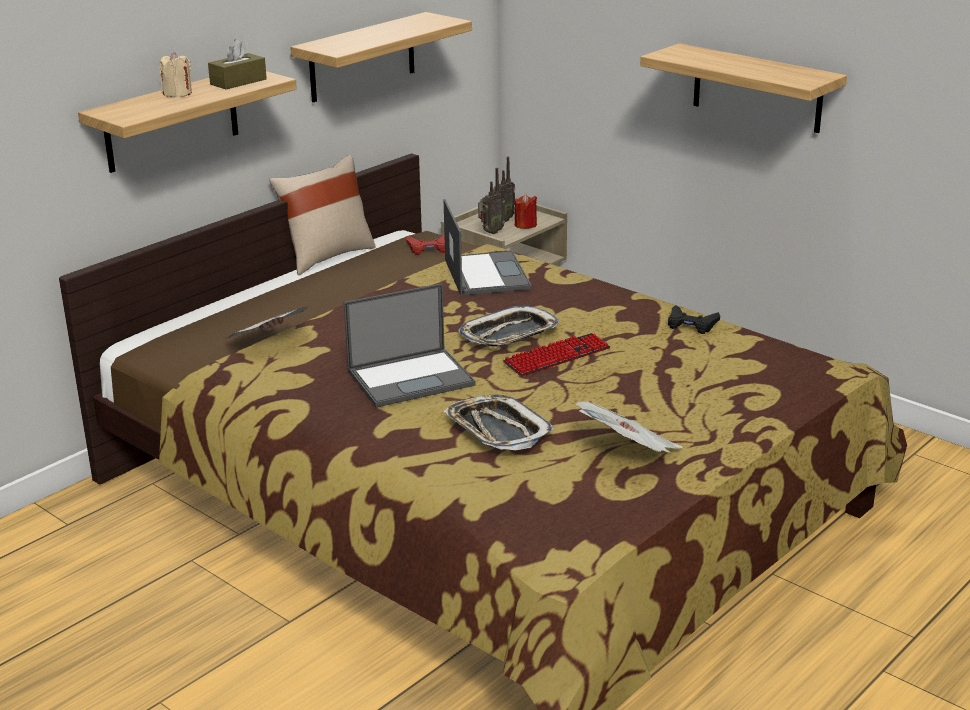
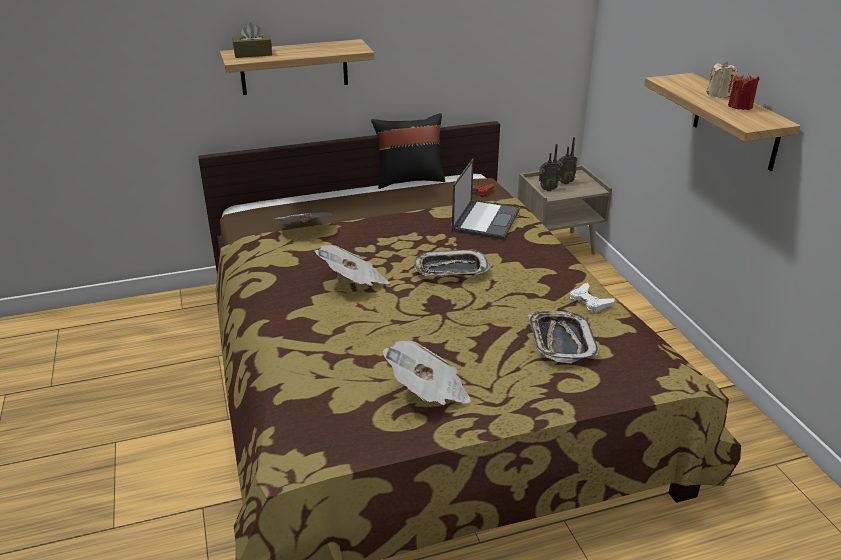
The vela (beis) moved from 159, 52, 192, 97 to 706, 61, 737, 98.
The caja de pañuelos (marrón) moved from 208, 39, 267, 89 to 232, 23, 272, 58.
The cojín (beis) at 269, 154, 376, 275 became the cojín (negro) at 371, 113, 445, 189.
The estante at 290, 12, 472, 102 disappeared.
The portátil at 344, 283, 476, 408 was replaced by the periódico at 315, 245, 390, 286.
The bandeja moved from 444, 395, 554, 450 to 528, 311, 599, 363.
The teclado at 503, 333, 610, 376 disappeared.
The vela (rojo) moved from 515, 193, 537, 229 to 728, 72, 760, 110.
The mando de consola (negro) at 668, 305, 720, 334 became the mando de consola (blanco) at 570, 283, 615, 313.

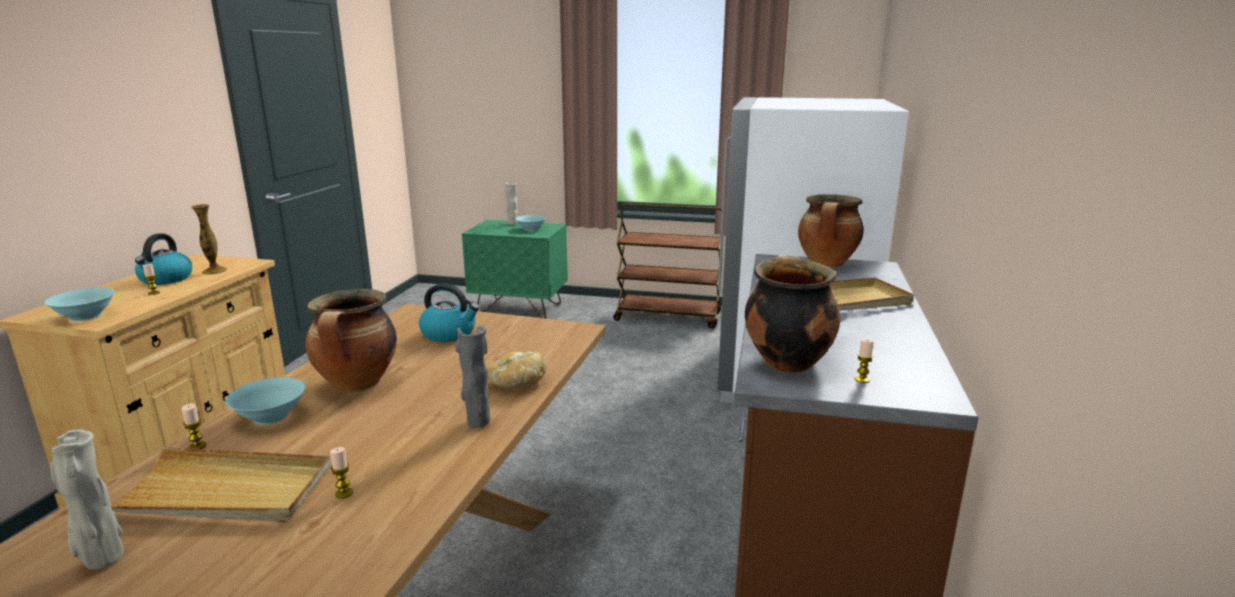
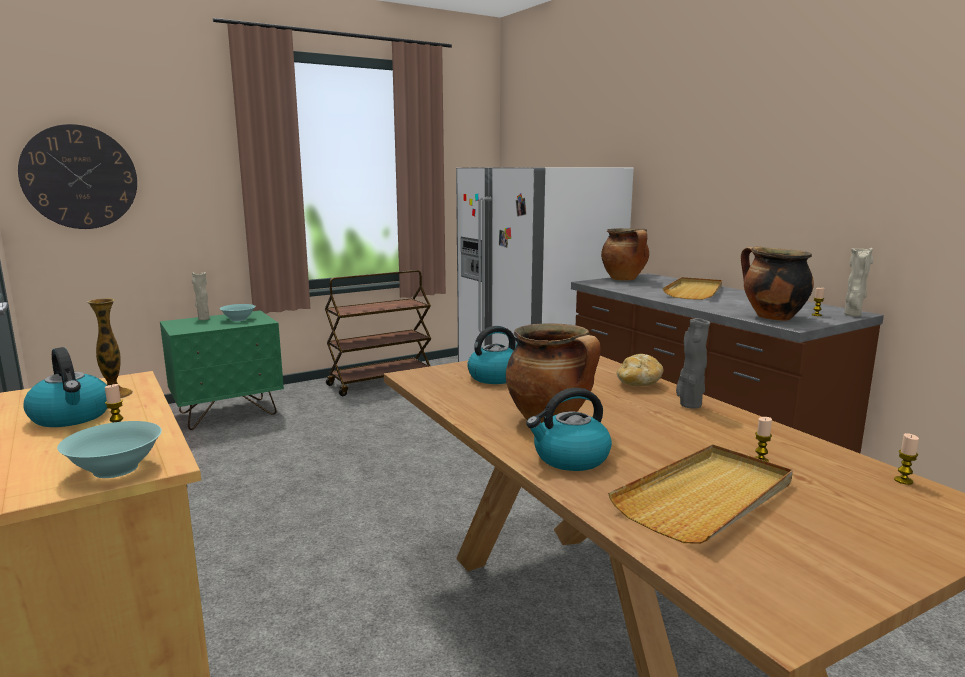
The florero (beis) moved from 50, 429, 124, 570 to 844, 248, 873, 317.
The vela moved from 181, 403, 206, 449 to 894, 433, 919, 485.
The cuenco (turquesa) at 226, 377, 306, 425 was replaced by the hervidor at 526, 388, 612, 471.
The reloj de pared at 18, 124, 137, 229 appeared.

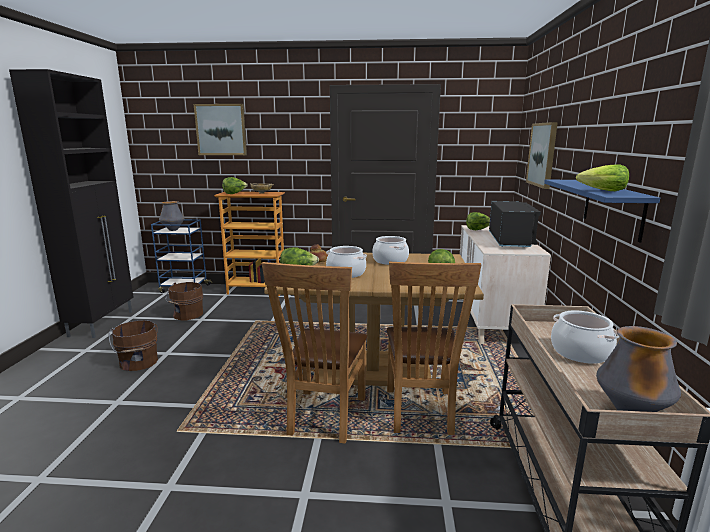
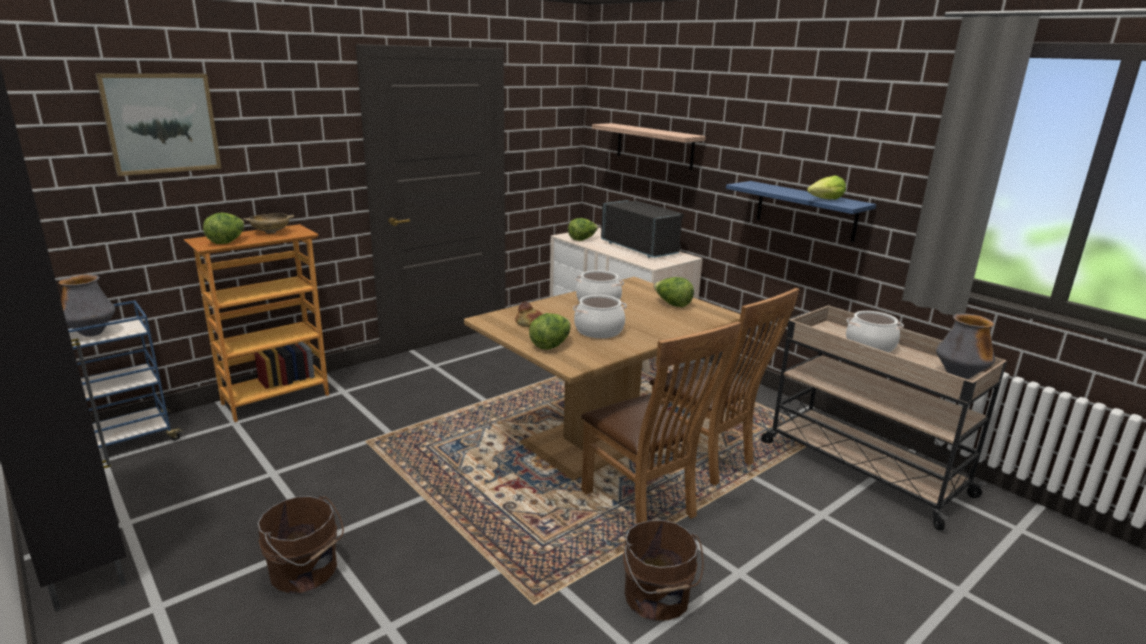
The cubo (marrón) moved from 166, 282, 203, 320 to 623, 520, 704, 621.
The cuadro at 526, 122, 558, 189 was replaced by the estante at 592, 123, 706, 170.

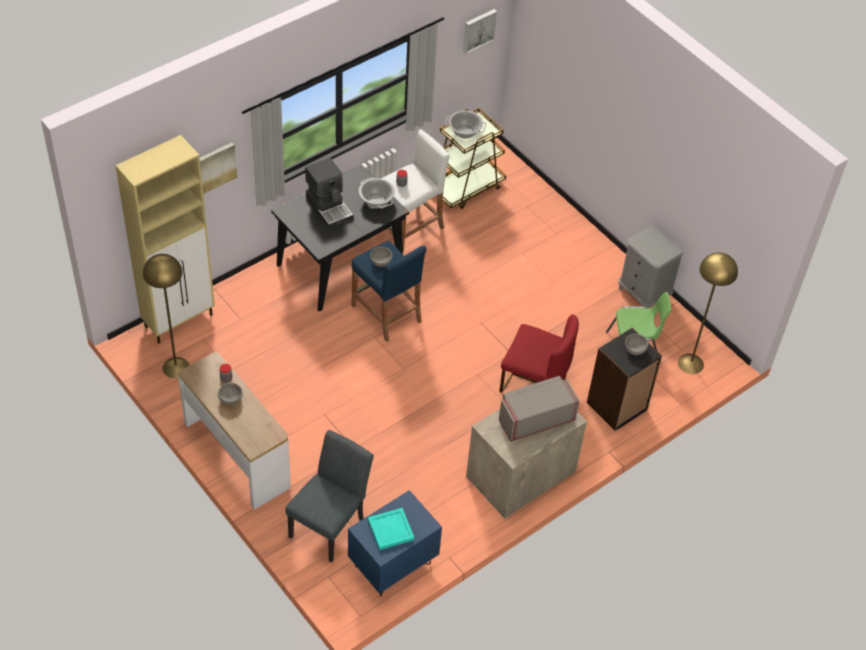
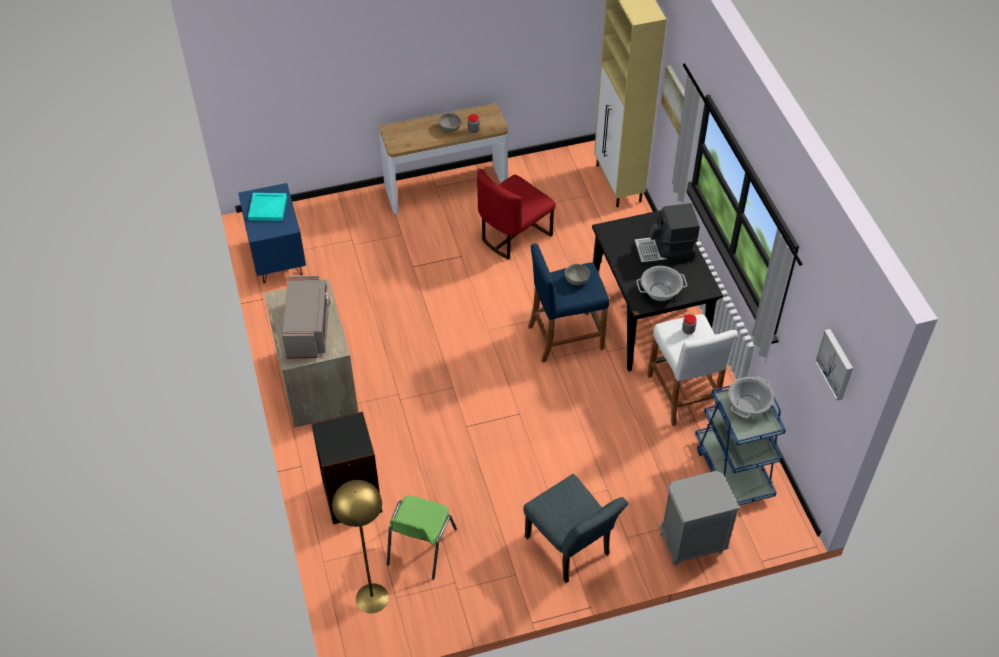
The lámpara de pie (amarillo) at 143, 254, 189, 378 disappeared.
The silla (gris) moved from 285, 430, 373, 563 to 524, 474, 628, 583.
The carrito (marrón) at 440, 108, 506, 209 became the carrito (azul) at 695, 386, 786, 506.
The silla (rojo) moved from 499, 314, 579, 393 to 477, 169, 556, 260.
The mesita de noche (gris) moved from 618, 225, 684, 308 to 659, 471, 740, 566.
The cuenco (gris) at 625, 334, 648, 355 disappeared.

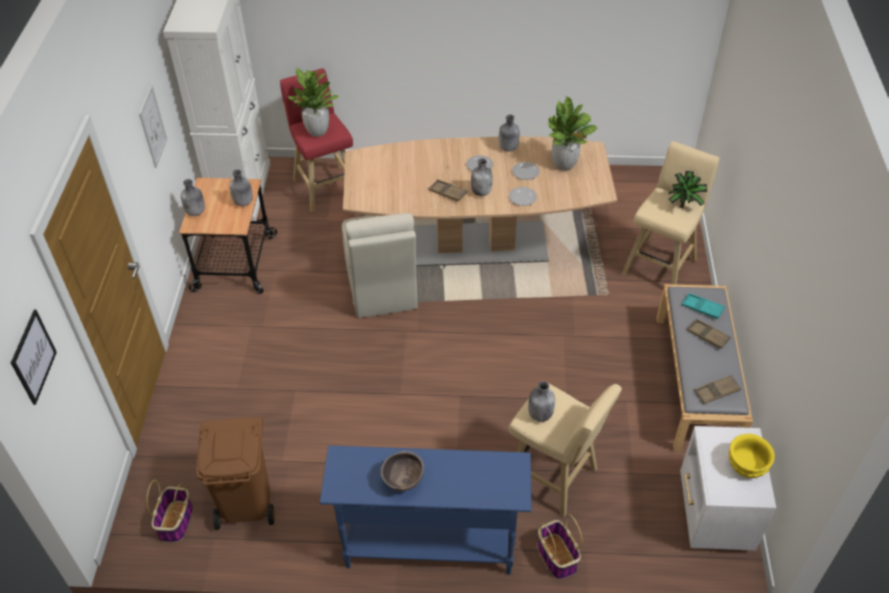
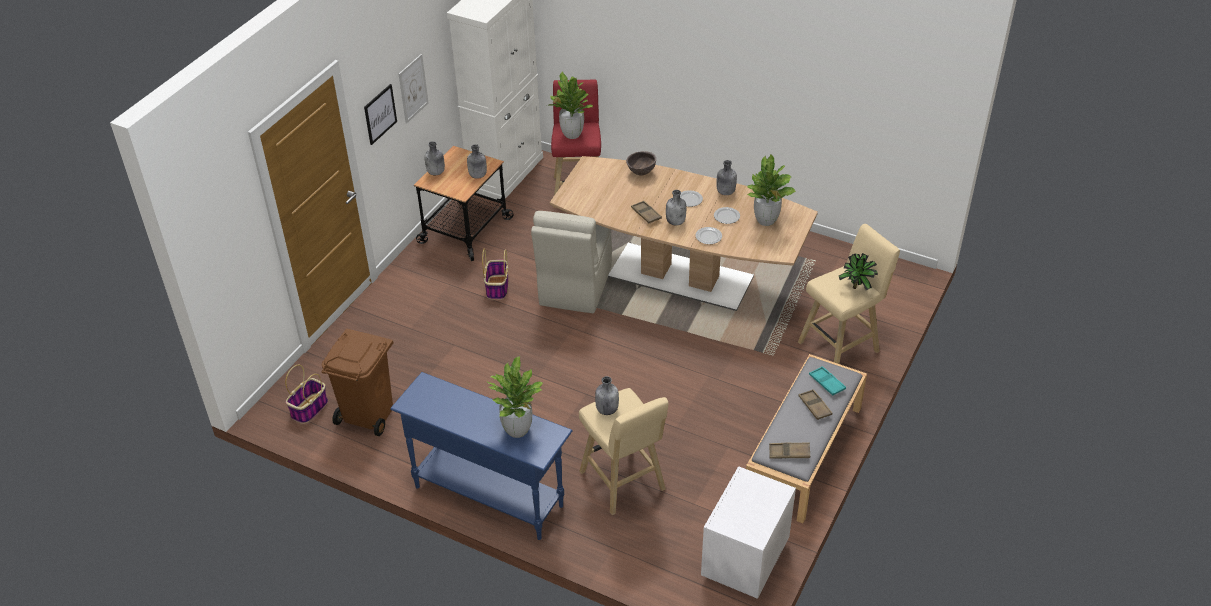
The cuadro moved from 11, 309, 57, 405 to 364, 84, 397, 145.
The cuenco (marrón) moved from 381, 451, 424, 491 to 626, 151, 656, 176.
The cesta moved from 538, 514, 583, 579 to 482, 249, 508, 300.
The cuenco (amarillo) at 728, 434, 775, 478 disappeared.
The planta en maceta at 488, 356, 544, 438 appeared.

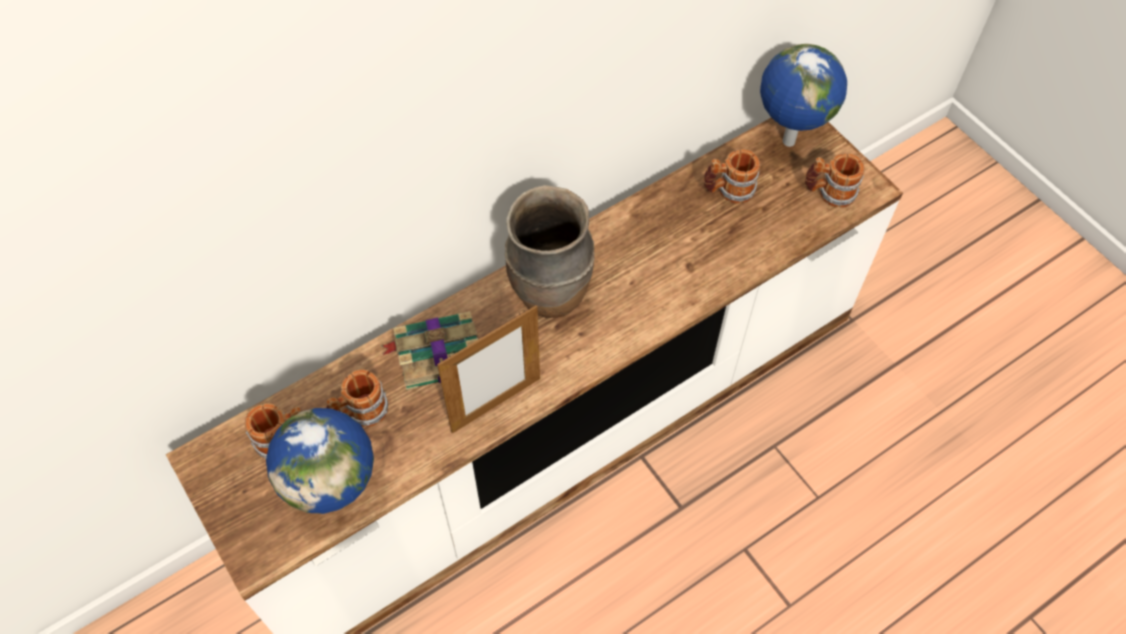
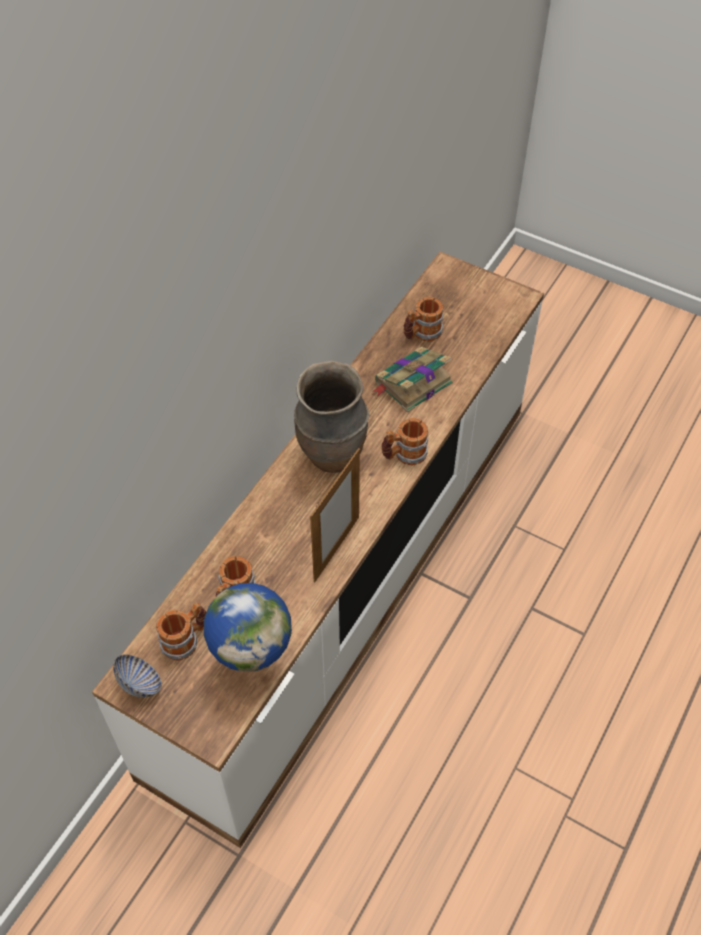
The libro moved from 382, 312, 478, 390 to 372, 347, 453, 412.
The globo terráqueo at 760, 44, 847, 147 disappeared.
The taza grande moved from 805, 153, 865, 208 to 381, 418, 428, 465.
The cuenco at 113, 654, 162, 698 appeared.

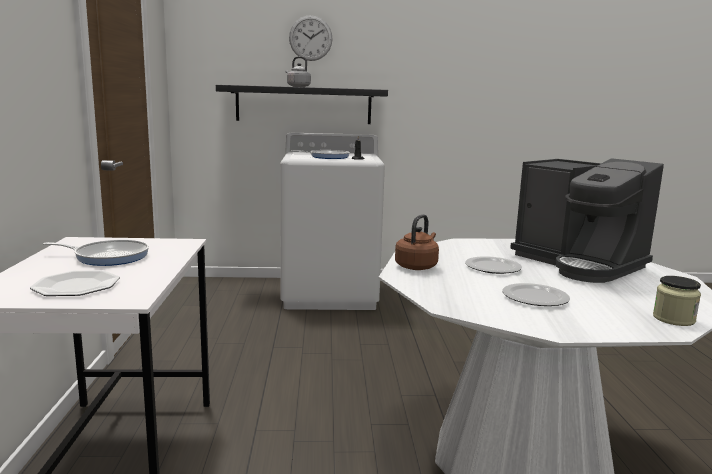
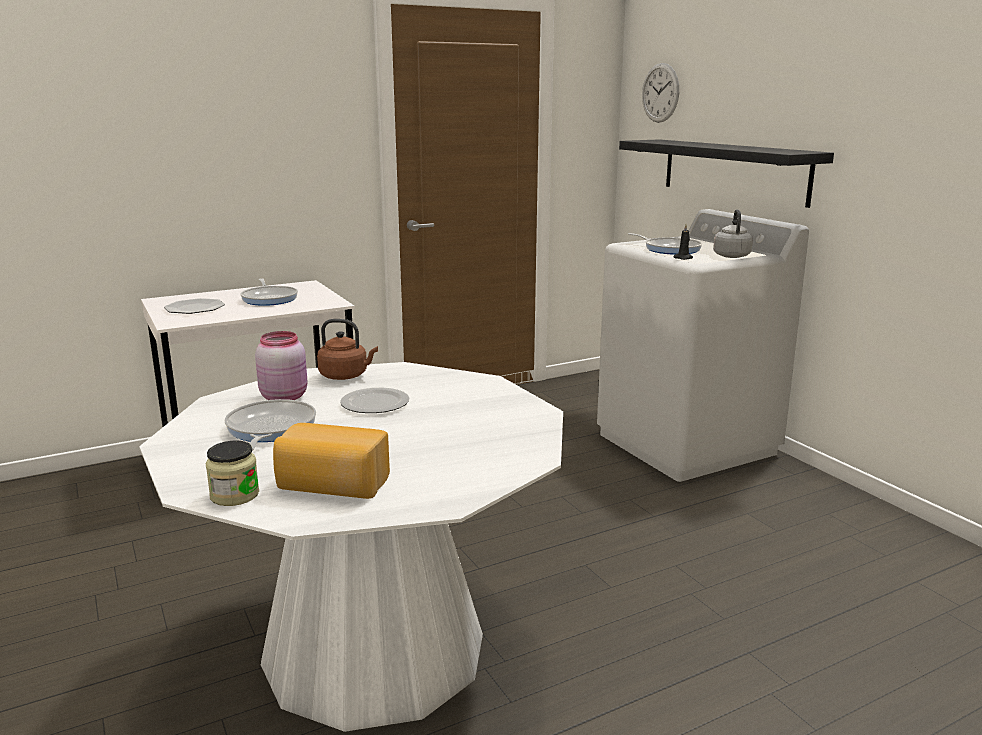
The hervidor (gris) moved from 285, 56, 311, 87 to 713, 209, 753, 258.
The reloj de pared moved from 289, 15, 332, 61 to 642, 63, 679, 123.
The plato at 502, 283, 570, 306 was replaced by the sartén at 225, 399, 316, 451.
The cafetera at 510, 158, 664, 283 disappeared.
The tarro (rosa) at 255, 331, 307, 400 appeared.
The pan at 273, 423, 390, 499 appeared.

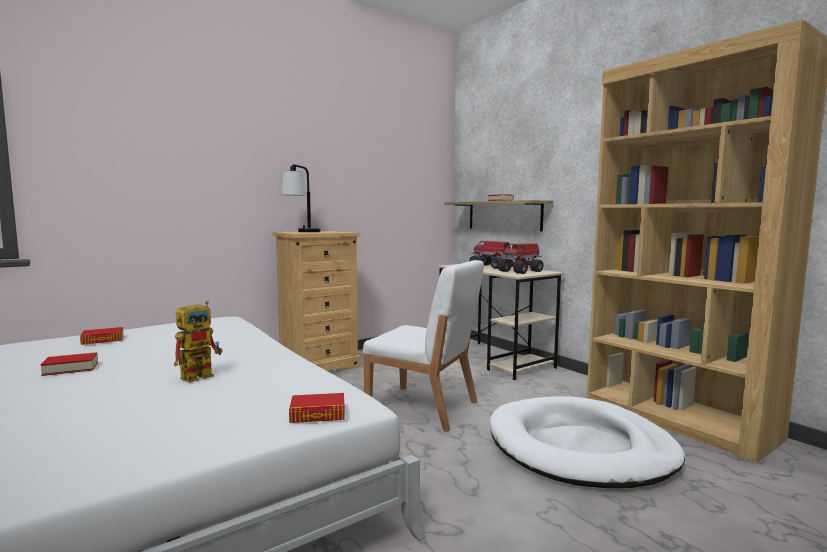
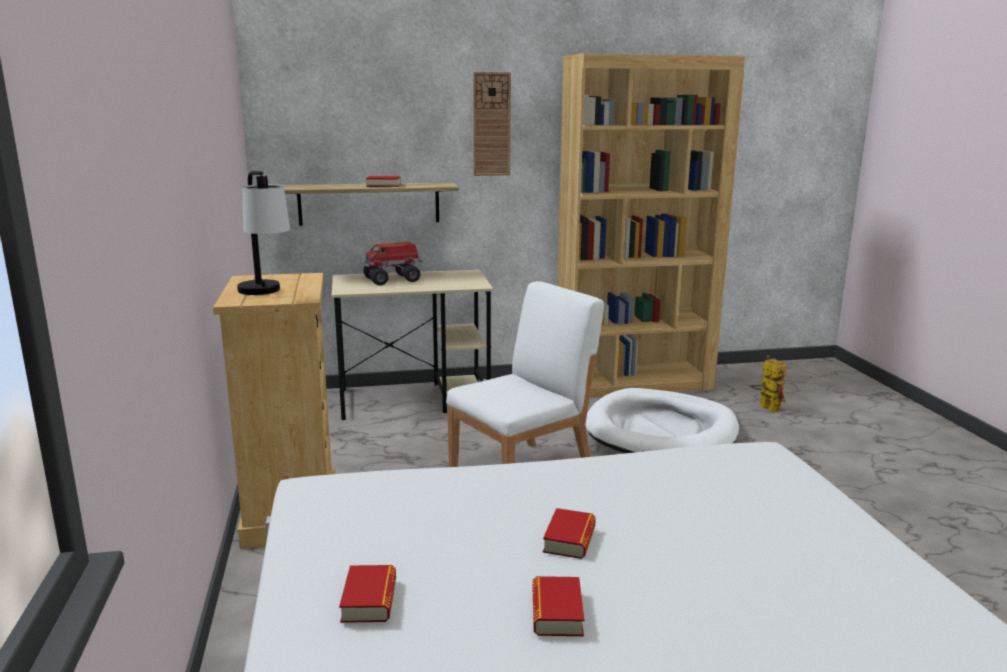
The robot de juguete moved from 174, 301, 223, 383 to 750, 356, 786, 413.
The libro moved from 289, 393, 345, 423 to 543, 508, 596, 559.
The camión de juguete at 498, 243, 544, 274 disappeared.
The reloj de pared at 473, 72, 511, 176 appeared.

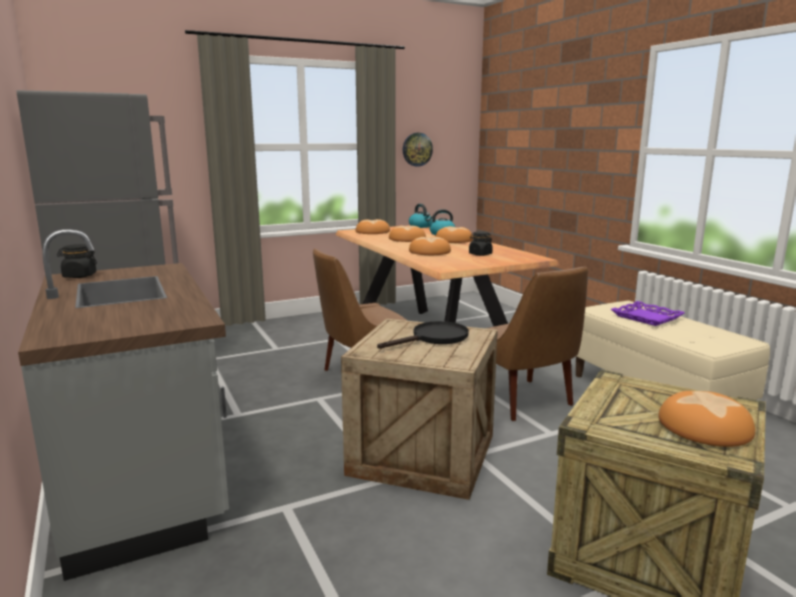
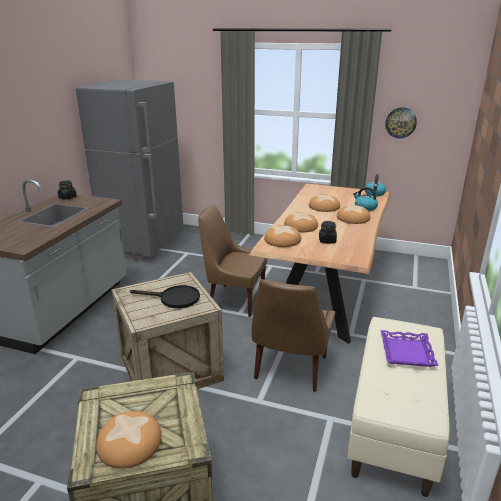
The pan moved from 355, 219, 390, 234 to 264, 225, 301, 247.

